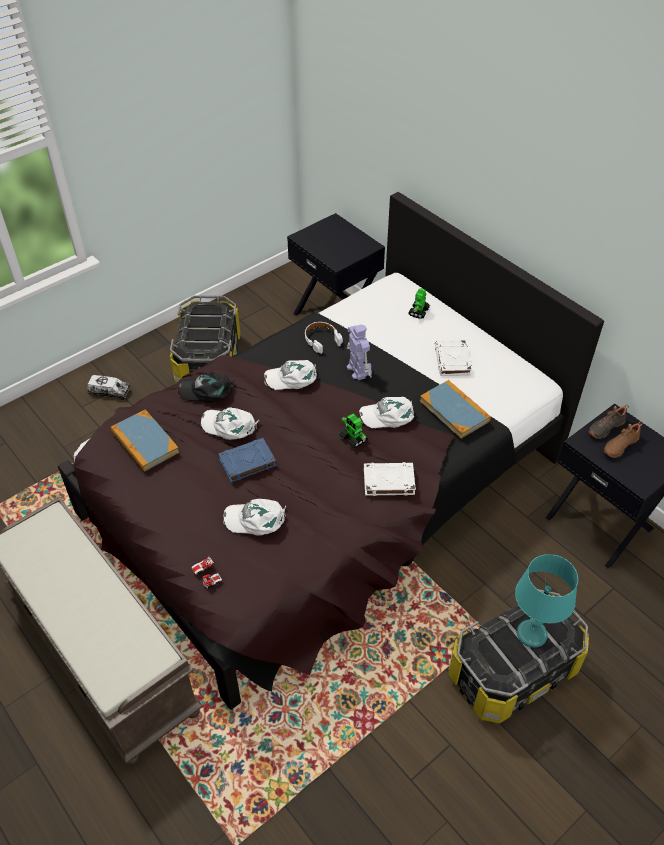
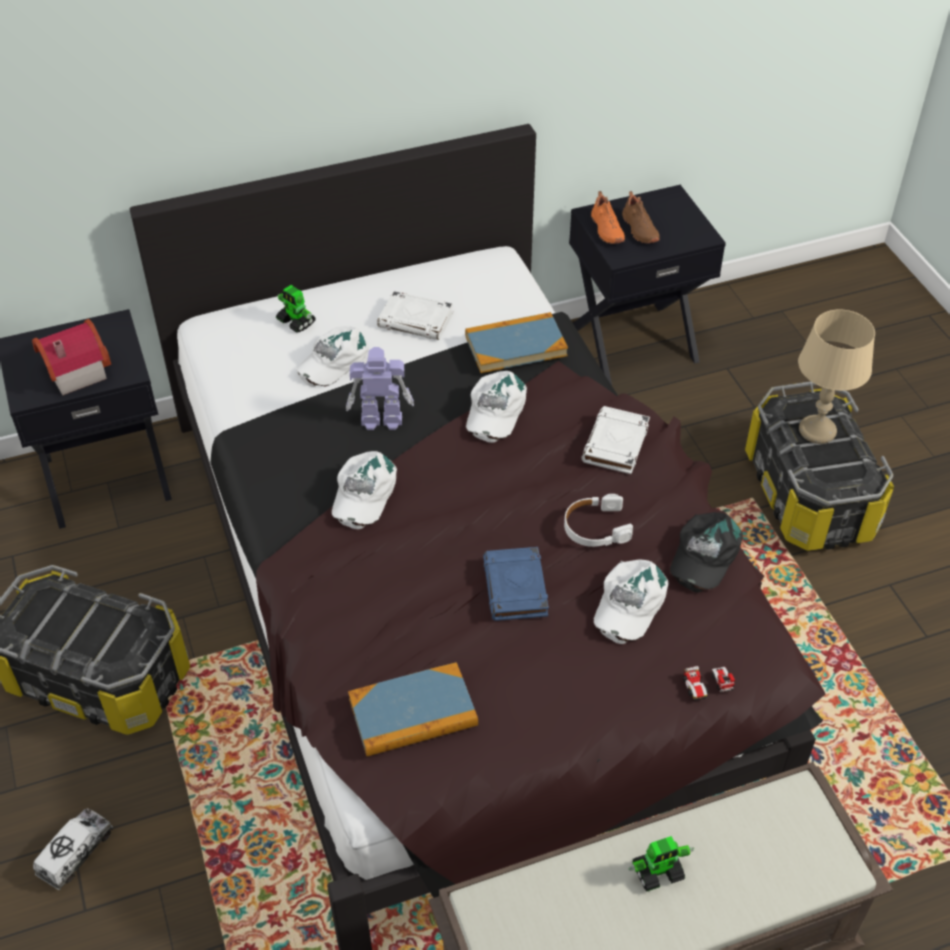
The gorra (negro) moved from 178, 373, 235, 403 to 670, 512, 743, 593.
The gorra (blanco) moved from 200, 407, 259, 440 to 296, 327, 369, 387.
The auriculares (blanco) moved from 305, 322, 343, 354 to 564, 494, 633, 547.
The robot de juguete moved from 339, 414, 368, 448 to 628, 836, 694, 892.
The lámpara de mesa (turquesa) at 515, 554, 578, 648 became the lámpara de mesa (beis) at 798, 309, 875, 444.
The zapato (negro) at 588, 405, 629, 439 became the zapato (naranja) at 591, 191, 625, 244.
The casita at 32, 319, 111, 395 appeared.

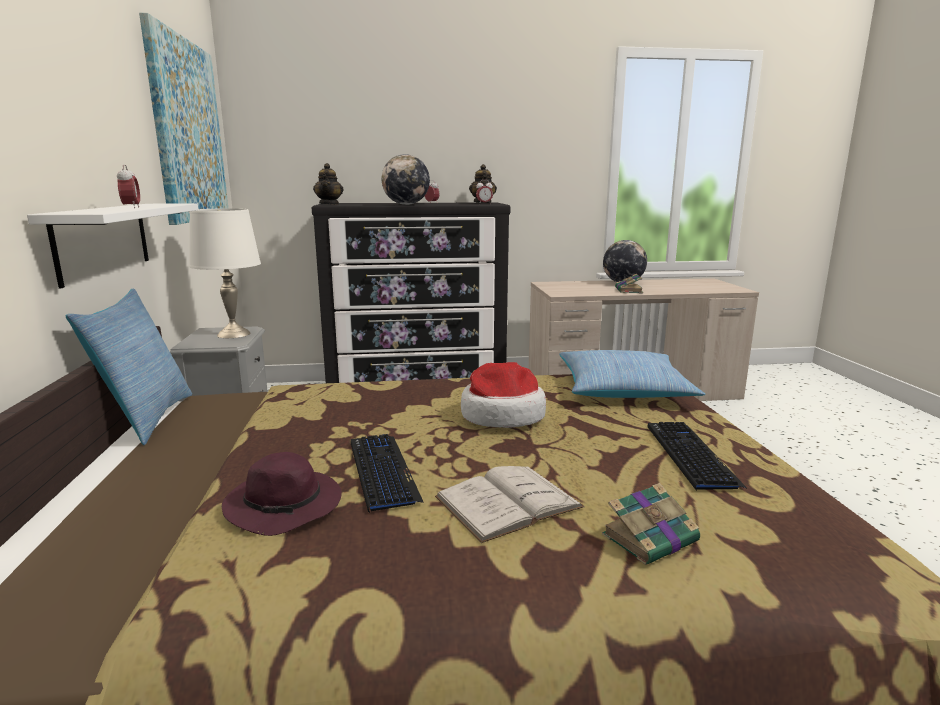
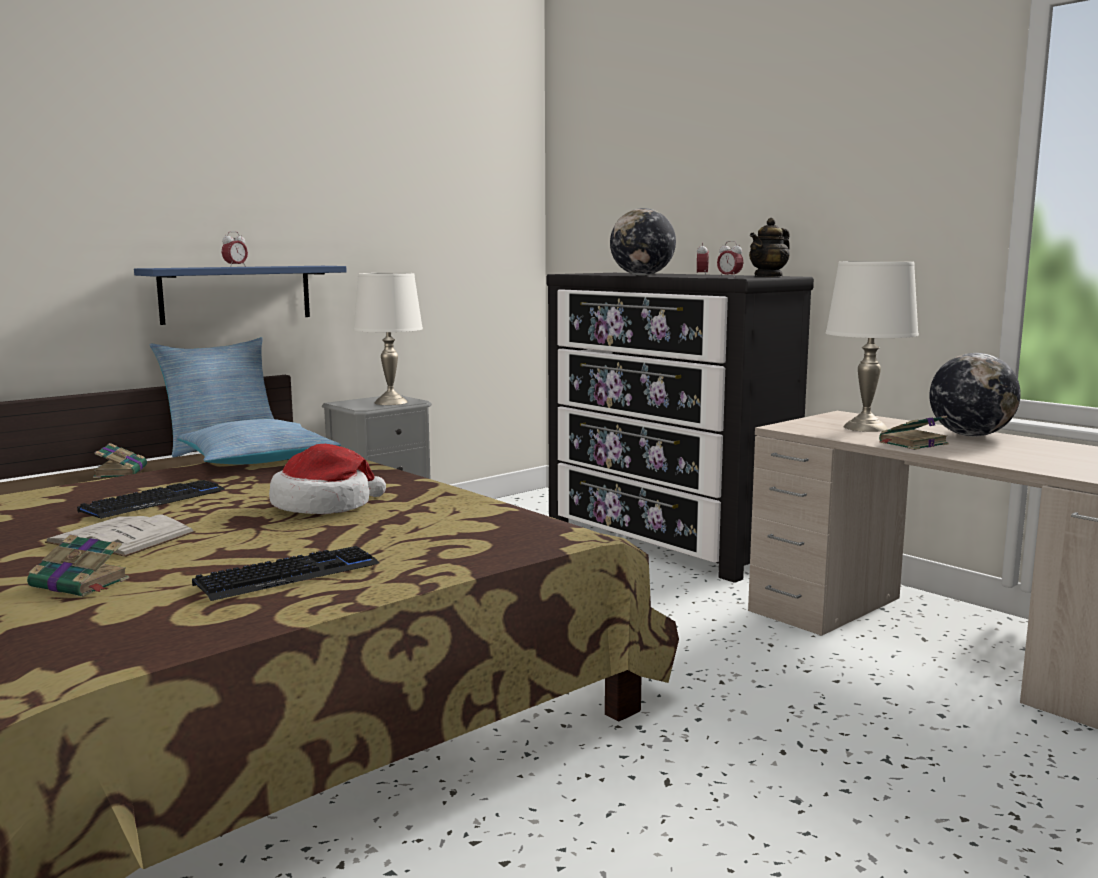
The estante (blanco) at 27, 203, 198, 289 became the estante (azul) at 134, 266, 347, 325.
The cuadro at 139, 13, 228, 225 disappeared.
The sombrero (morado) at 222, 452, 342, 536 disappeared.
The tetera at 313, 163, 343, 205 disappeared.
The cojín moved from 559, 350, 705, 398 to 177, 419, 341, 464.
The libro at 93, 443, 147, 478 appeared.
The lámpara de mesa (blanco) at 826, 261, 919, 432 appeared.

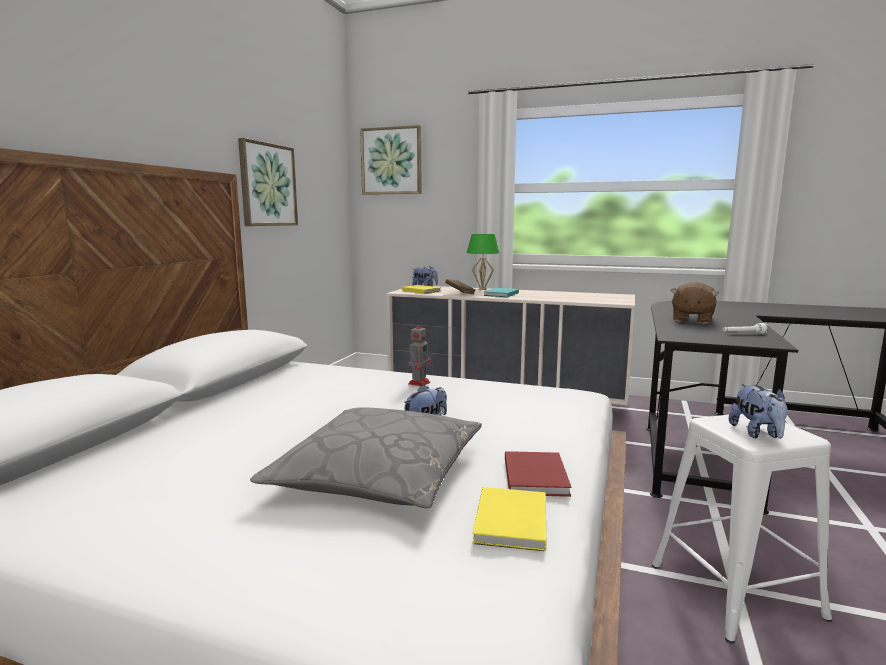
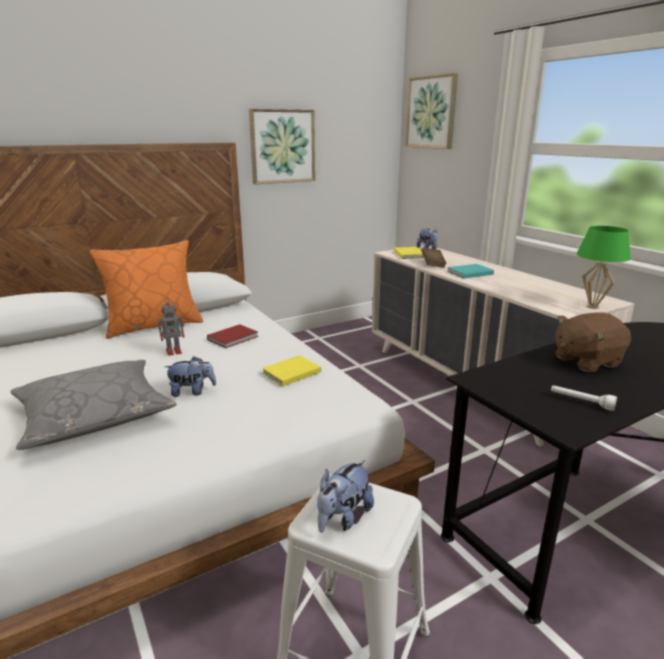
The robot de juguete moved from 408, 321, 432, 386 to 158, 298, 184, 356.
The lámpara de mesa (verde) moved from 467, 234, 499, 290 to 577, 226, 631, 309.
The libro (amarillo) moved from 472, 487, 546, 551 to 262, 355, 321, 386.
The libro (rojo) moved from 505, 451, 572, 497 to 207, 324, 259, 348.
The cojín (naranja) at 89, 240, 203, 339 appeared.

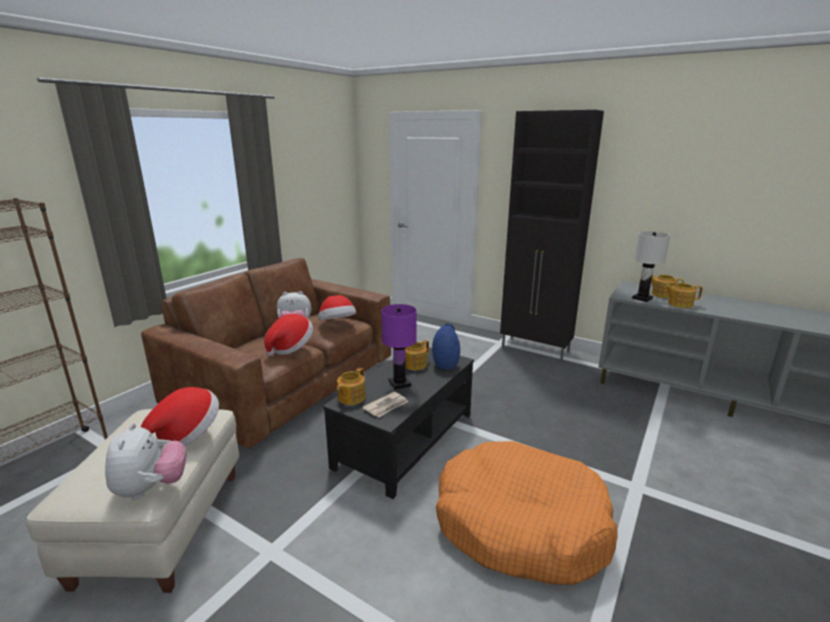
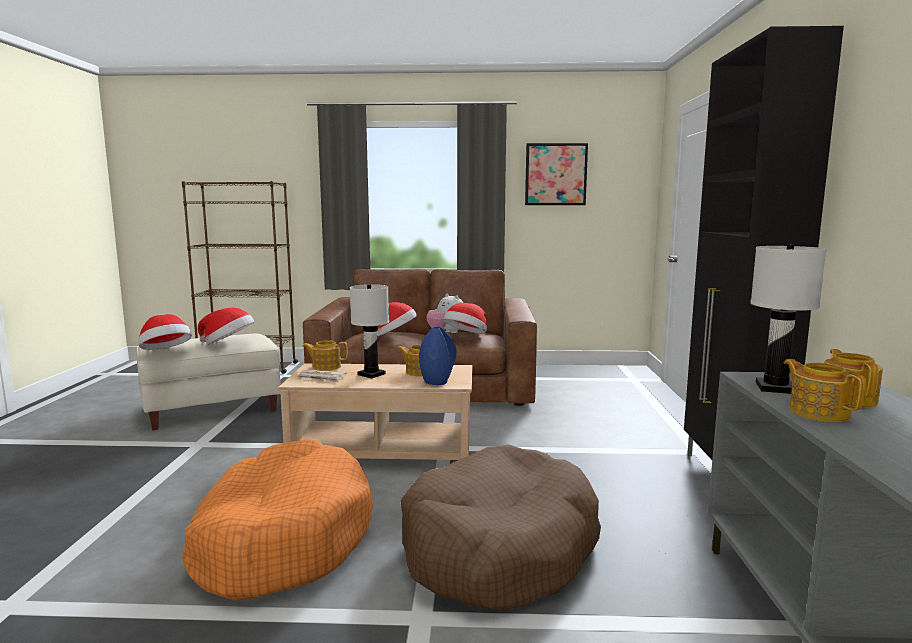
The peluche at 105, 423, 187, 499 was replaced by the sombrero at 138, 314, 192, 350.
The mesa de centro (negro) at 323, 348, 474, 499 became the mesa de centro (beis) at 278, 363, 473, 460.
The lámpara de mesa (morado) at 381, 304, 417, 389 became the lámpara de mesa (blanco) at 350, 284, 389, 378.
The cama para perro (marrón) at 401, 444, 601, 610 appeared.
The cuadro at 525, 143, 588, 205 appeared.

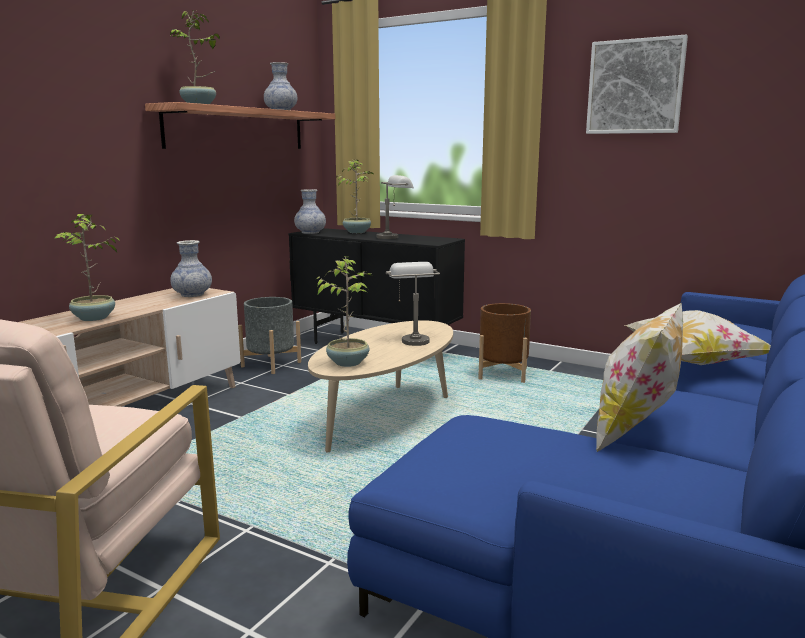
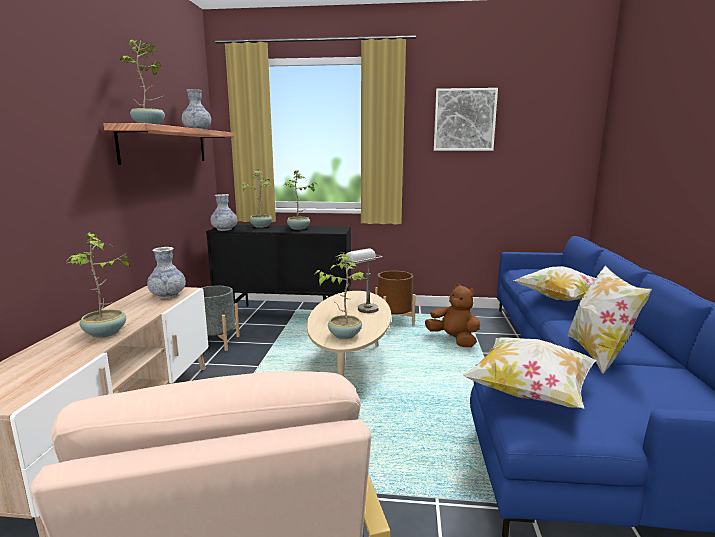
The lámpara de mesa (gris) at 377, 175, 414, 239 was replaced by the planta en maceta at 284, 170, 315, 230.
The peluche (marrón) at 425, 283, 480, 347 appeared.
The cojín at 463, 338, 596, 409 appeared.

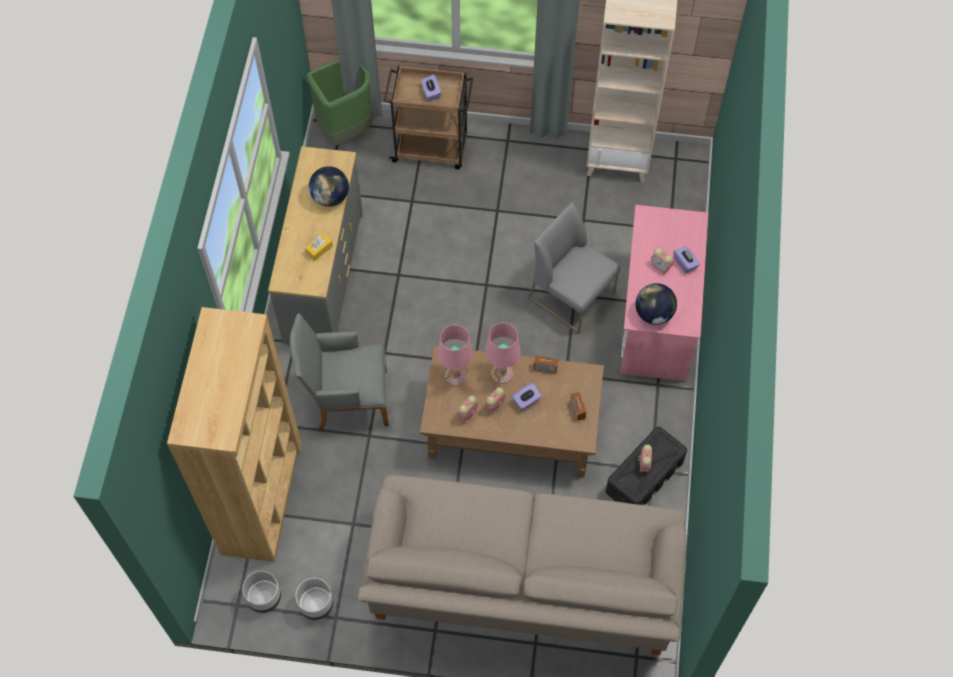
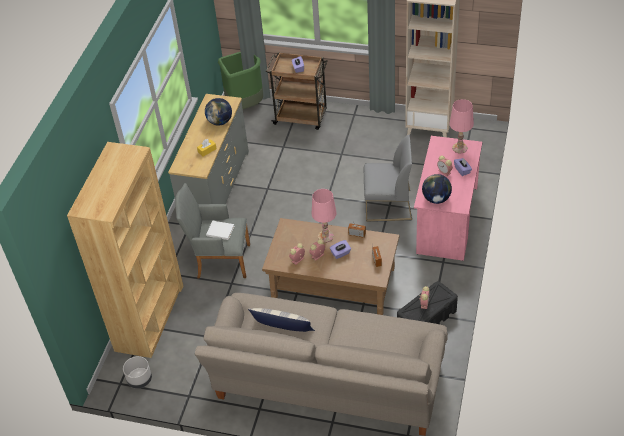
The maceta (gris) at 295, 578, 333, 620 disappeared.
The lámpara de mesa (rosa) moved from 438, 325, 473, 386 to 450, 99, 474, 153.
The silla (gris) at 528, 202, 620, 334 turned 135 degrees clockwise.
The libro (blanco) at 206, 221, 234, 240 appeared.
The cojín at 248, 308, 315, 332 appeared.

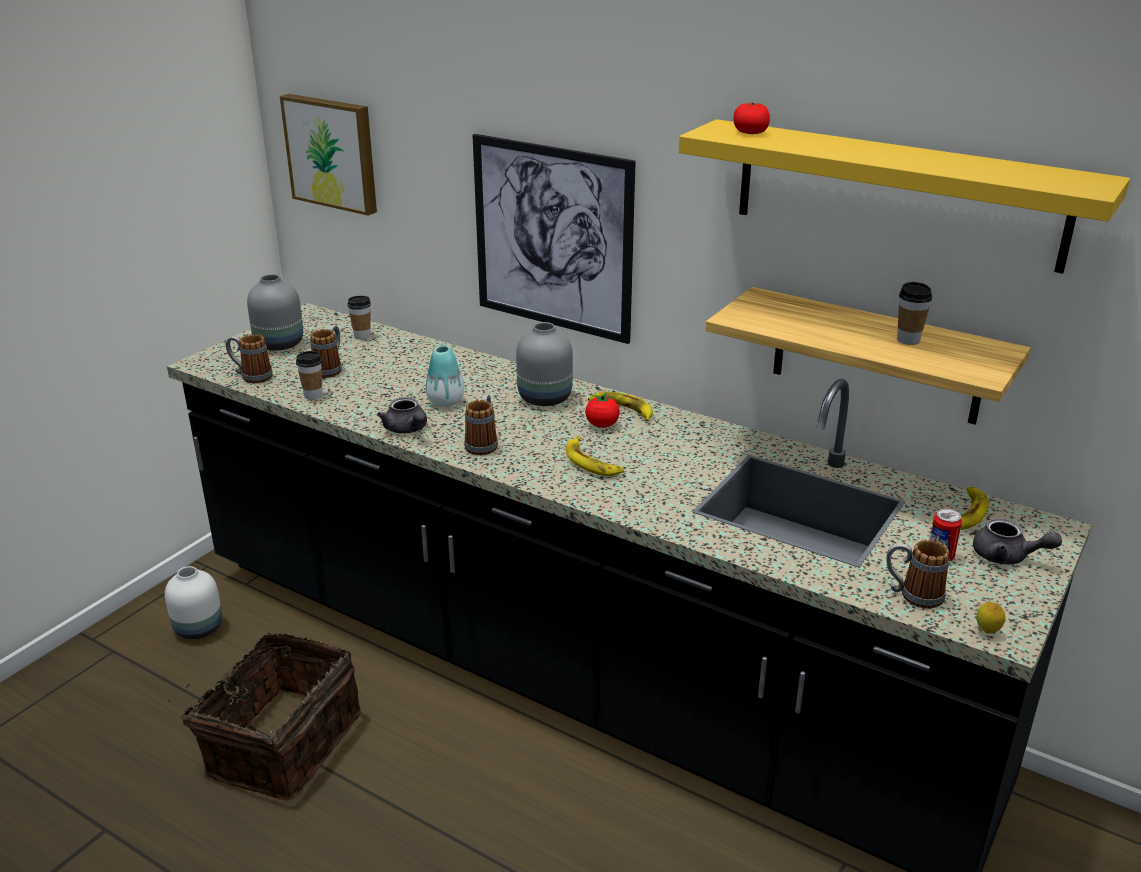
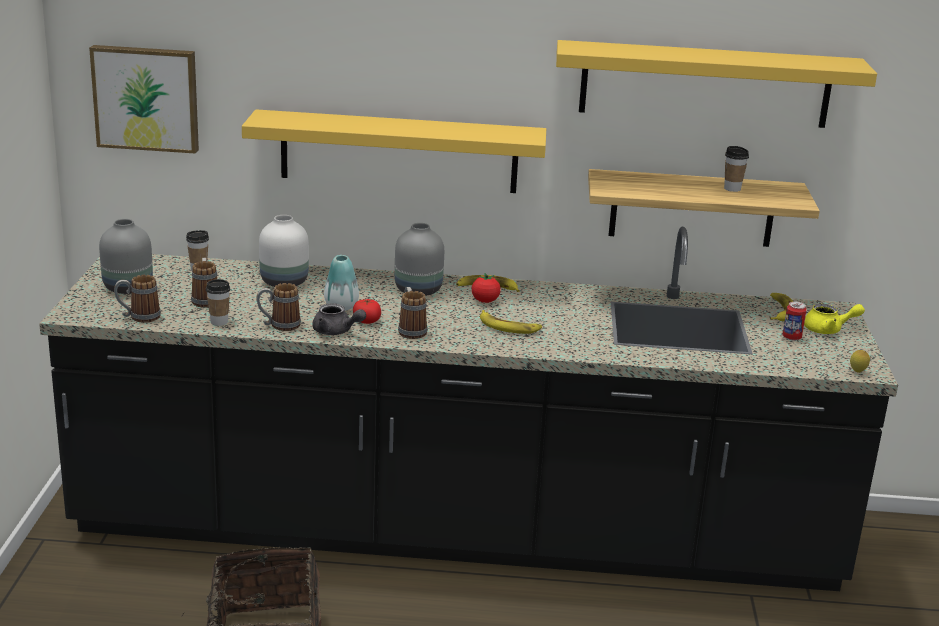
The florero (blanco) moved from 165, 566, 222, 639 to 259, 215, 309, 287.
The cuadro at 473, 134, 636, 344 was replaced by the estante (amarillo) at 242, 109, 546, 193.
The tomate moved from 733, 102, 770, 134 to 353, 299, 381, 324.
The taza grande moved from 887, 539, 949, 609 to 256, 283, 301, 331.
The tetera (gris) at 973, 518, 1062, 565 became the tetera (amarillo) at 804, 304, 865, 334.

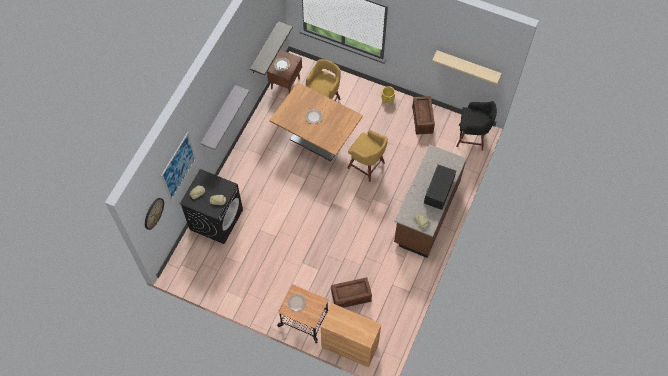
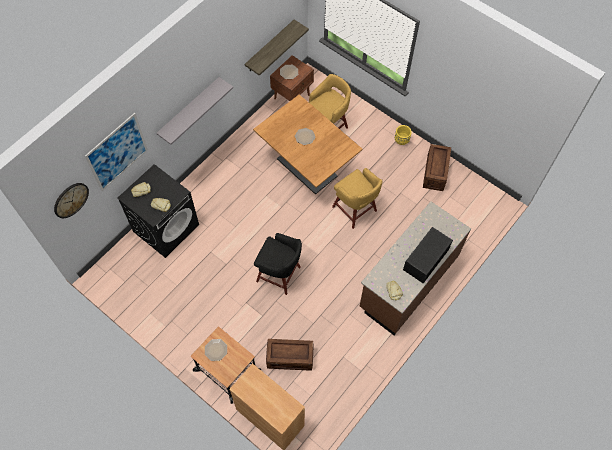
The estante (beis) at 432, 50, 502, 84 disappeared.
The taburete (negro) moved from 456, 101, 497, 150 to 254, 233, 302, 295.

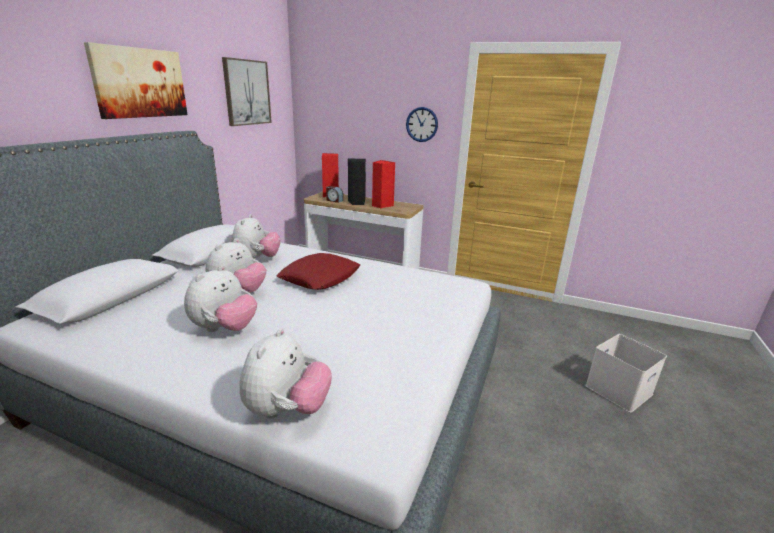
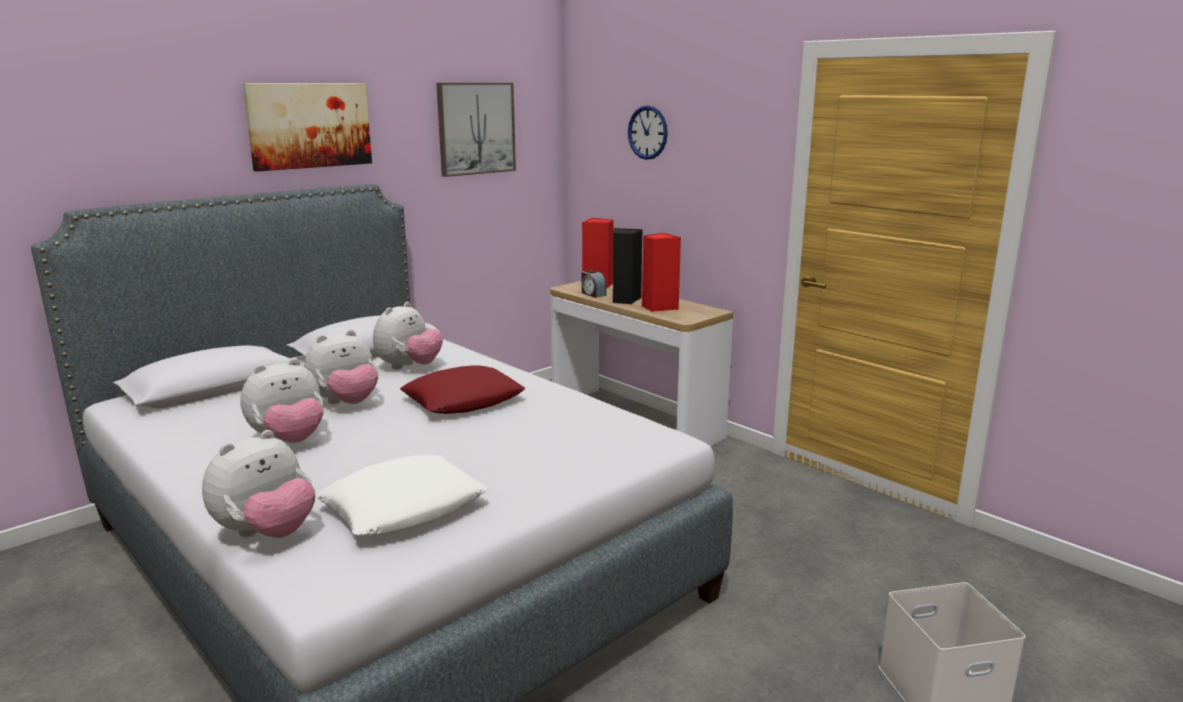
The reloj de pared moved from 406, 107, 438, 142 to 628, 105, 668, 160.
The cojín (blanco) at 316, 454, 487, 536 appeared.

